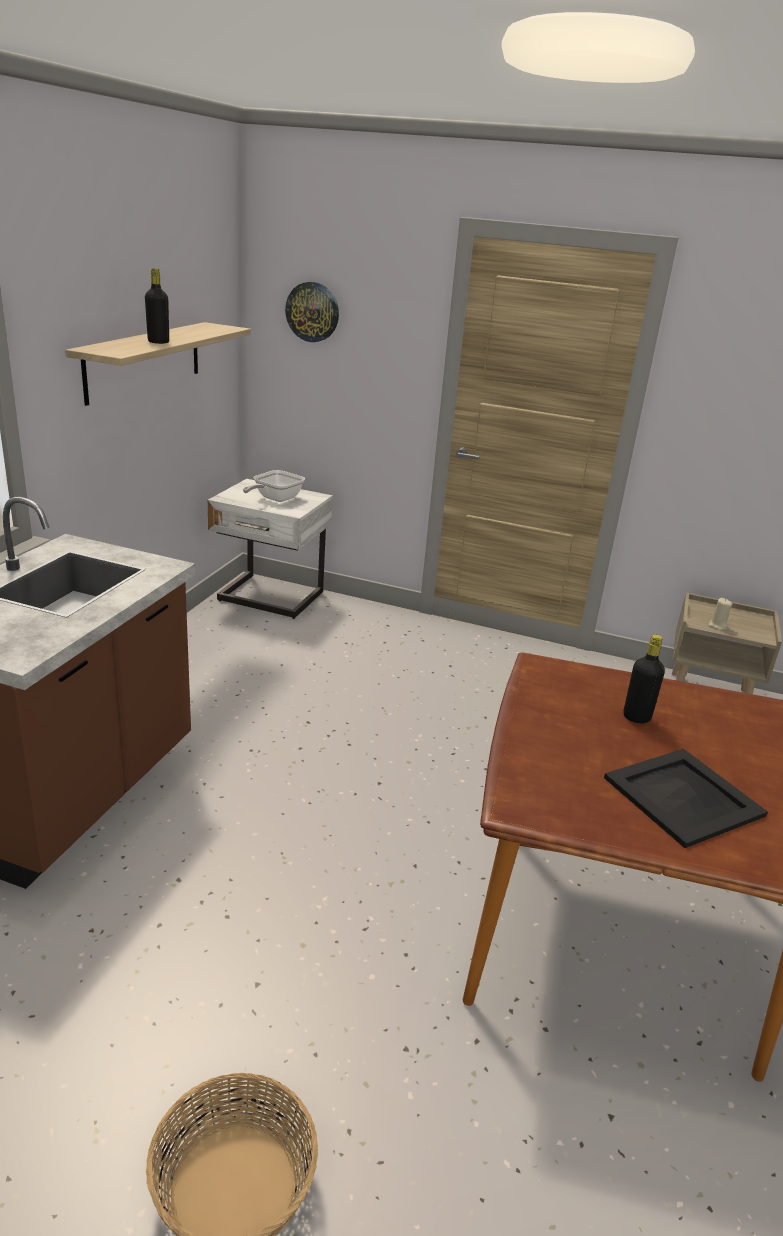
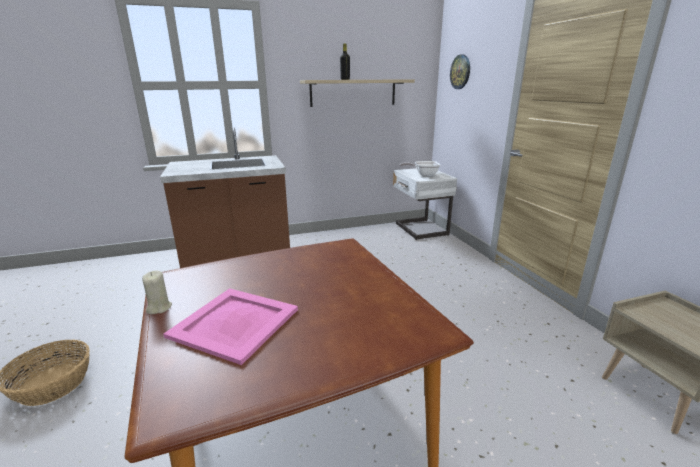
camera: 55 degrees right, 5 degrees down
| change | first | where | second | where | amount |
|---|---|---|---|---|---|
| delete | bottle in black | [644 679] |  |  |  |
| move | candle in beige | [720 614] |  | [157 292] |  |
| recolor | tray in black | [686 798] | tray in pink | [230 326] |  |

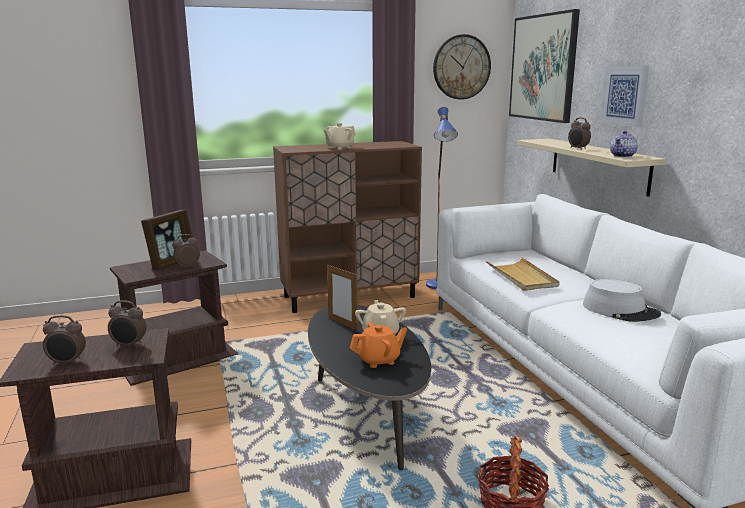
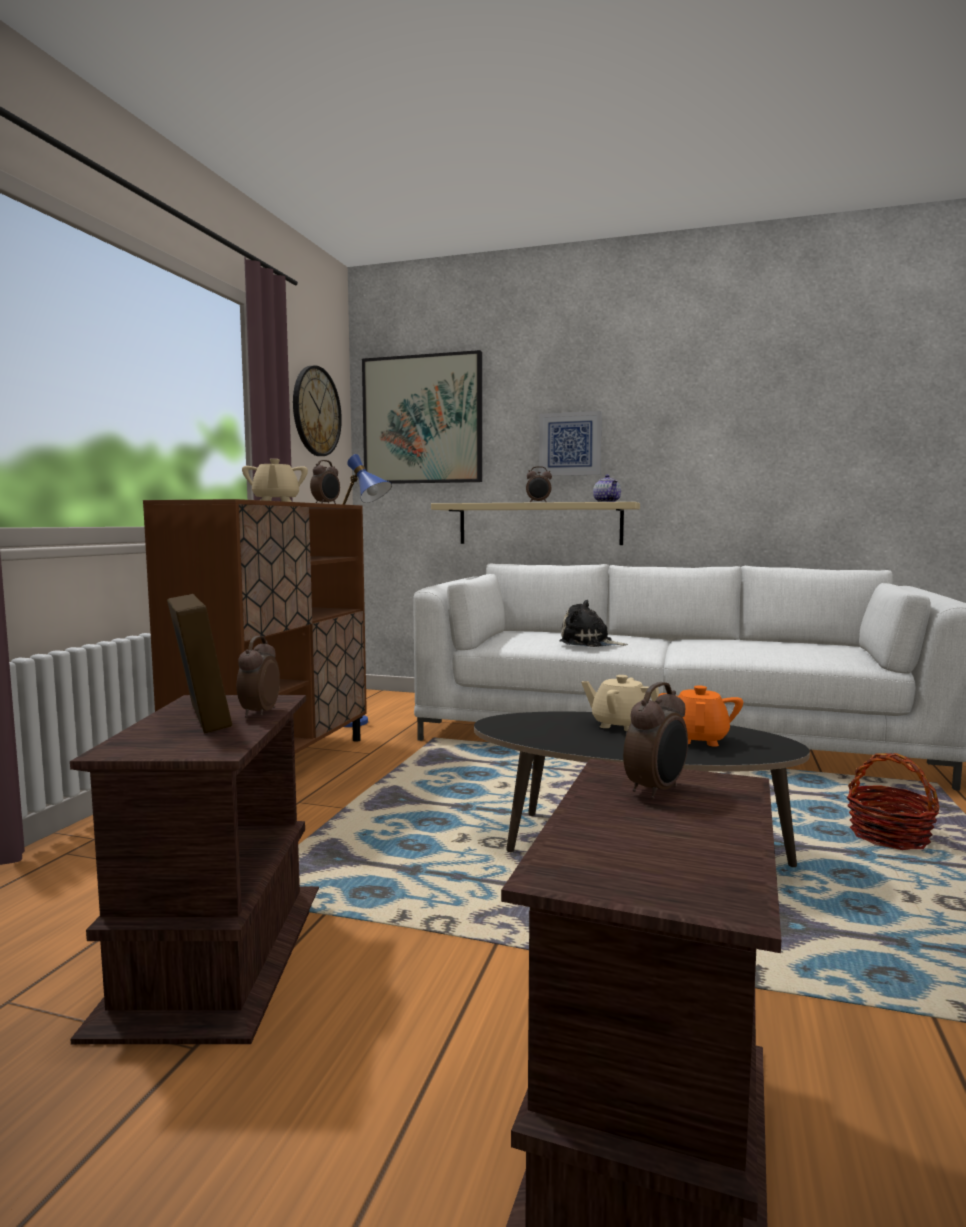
camera: 55 degrees left, 10 degrees down
| change | first | where | second | where | amount |
|---|---|---|---|---|---|
| delete | picture frame | [342 297] |  |  |  |
| delete | hat in grey | [622 300] |  |  |  |
| move | alarm clock | [64 340] |  | [325 482] |  |
| replace | tray in beige | [523 274] | plush toy | [593 623] |  |

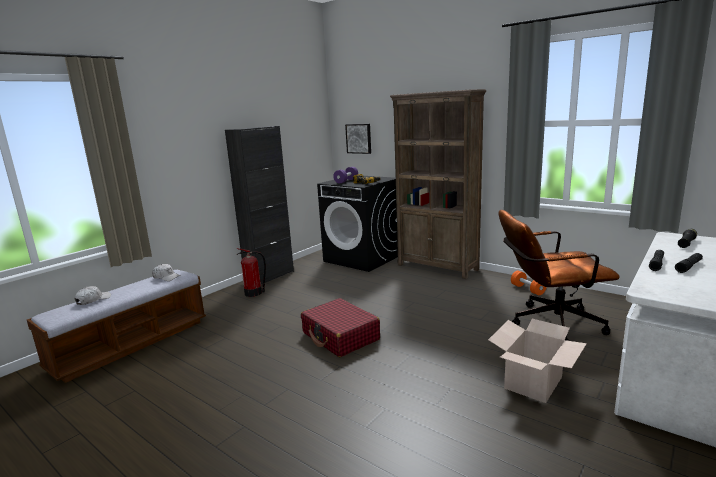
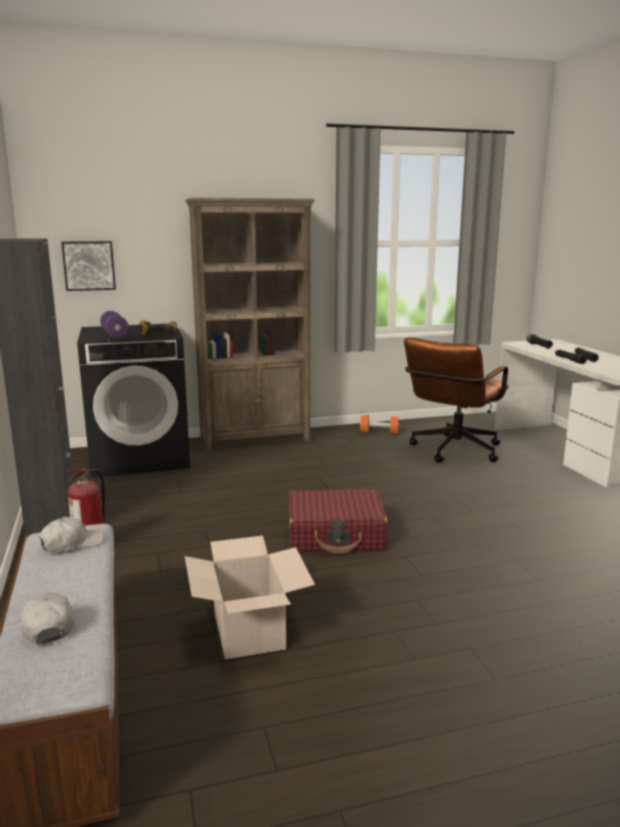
camera: 55 degrees left, 0 degrees up
| change | first | where | second | where | amount |
|---|---|---|---|---|---|
| move | cardboard box | [537 361] |  | [250 597] |  |

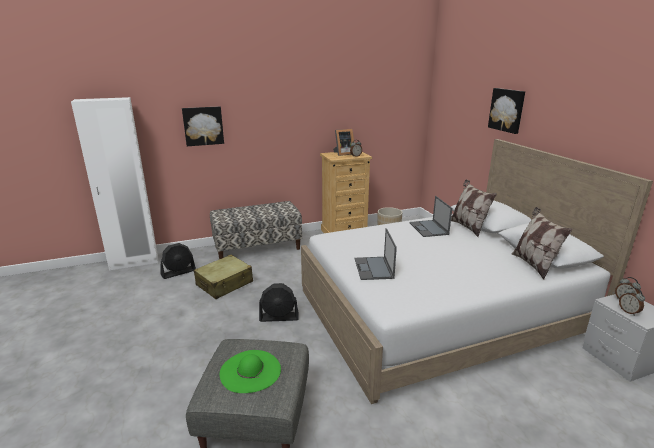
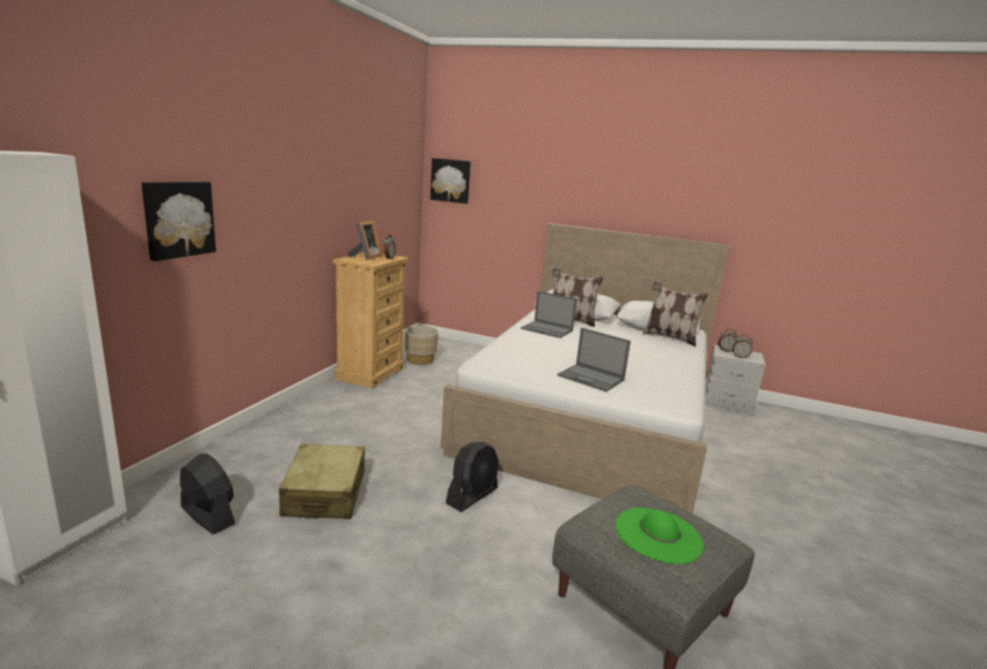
camera: 50 degrees left, 5 degrees down
| change | first | where | second | where | amount |
|---|---|---|---|---|---|
| delete | bench | [256 230] |  |  |  |
| move | picture | [506 111] |  | [450 181] |  |
| rotate | fan in black | [178 261] |  | [208 493] | 60 degrees counterclockwise |

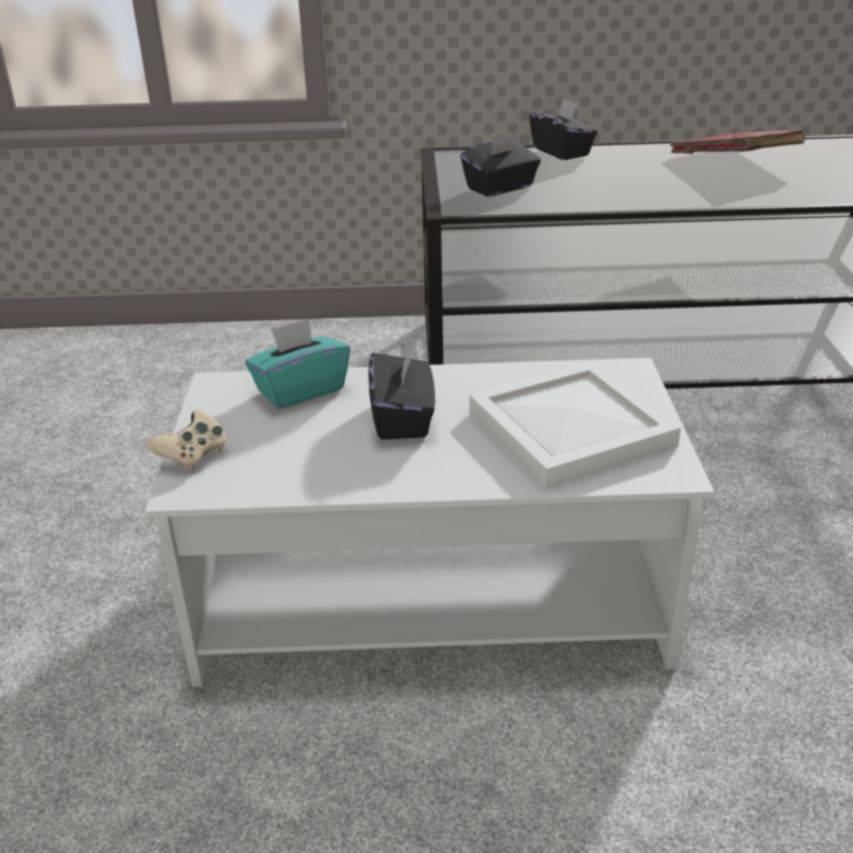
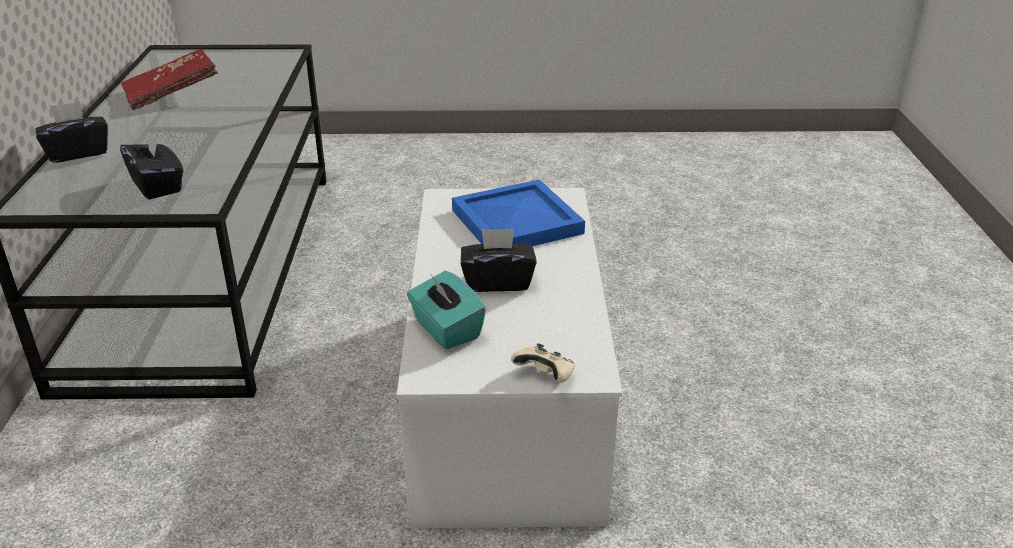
camera: 90 degrees left, 0 degrees up
| change | first | where | second | where | amount |
|---|---|---|---|---|---|
| recolor | tray in white | [575 425] | tray in blue | [518 212] |  |

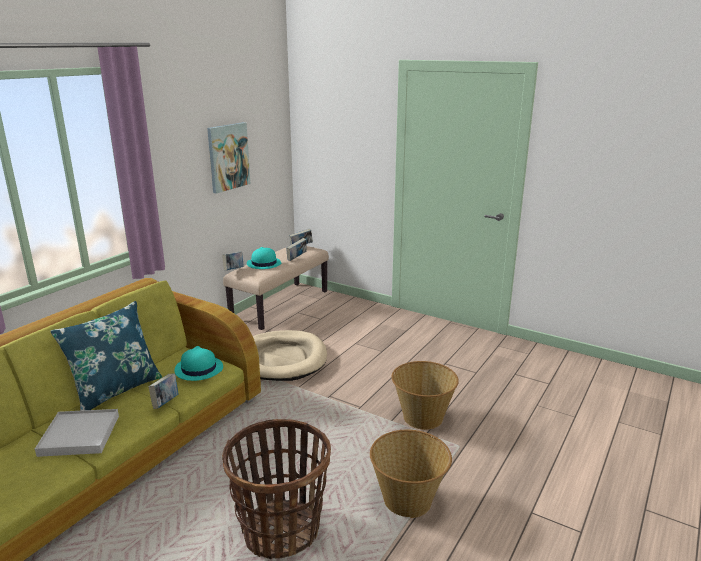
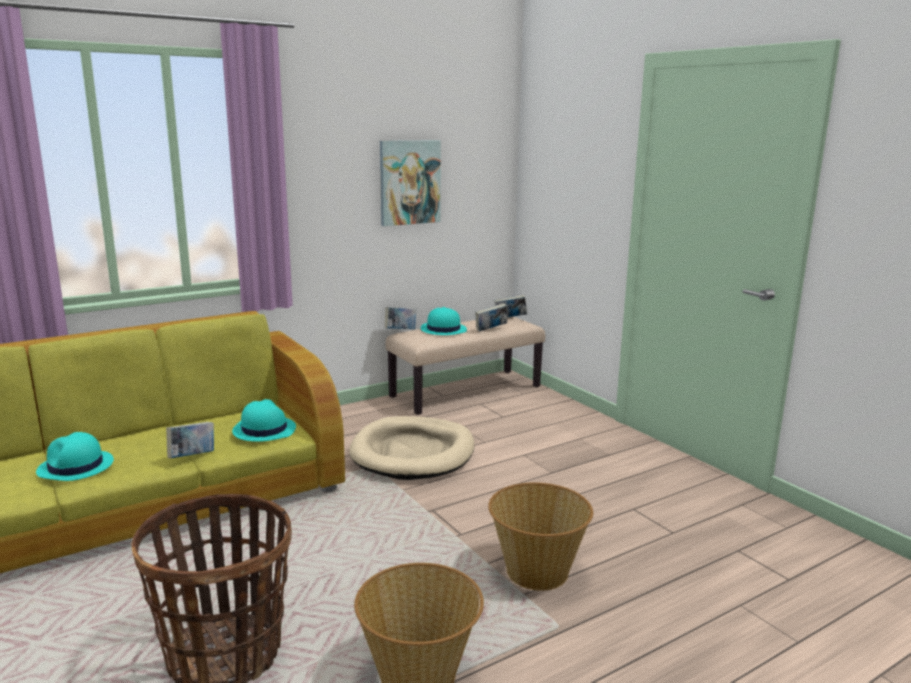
camera: 25 degrees right, 5 degrees down
| change | first | where | second | where | amount |
|---|---|---|---|---|---|
| delete | pillow in blue | [106 356] |  |  |  |
| replace | tray in white | [77 433] | hat in turquoise | [75 456] |  |

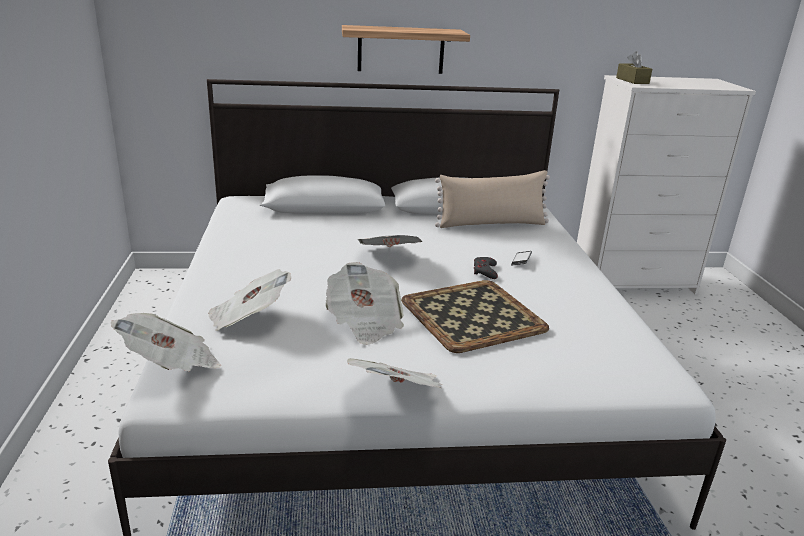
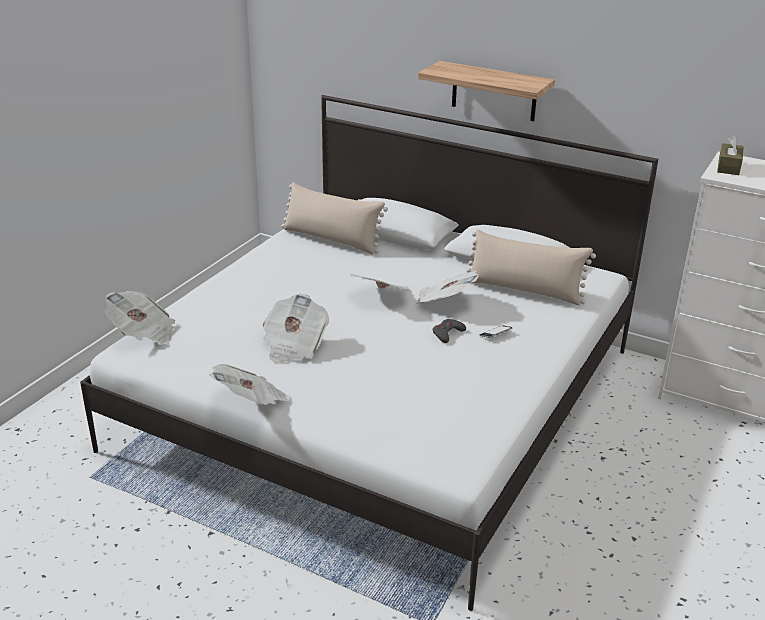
camera: 35 degrees right, 5 degrees up
| change | first | where | second | where | amount |
|---|---|---|---|---|---|
| delete | tray | [475 316] |  |  |  |
| insert |  |  | pillow in beige | [334 218] |  |
| move | newspaper | [249 300] |  | [447 287] |  |

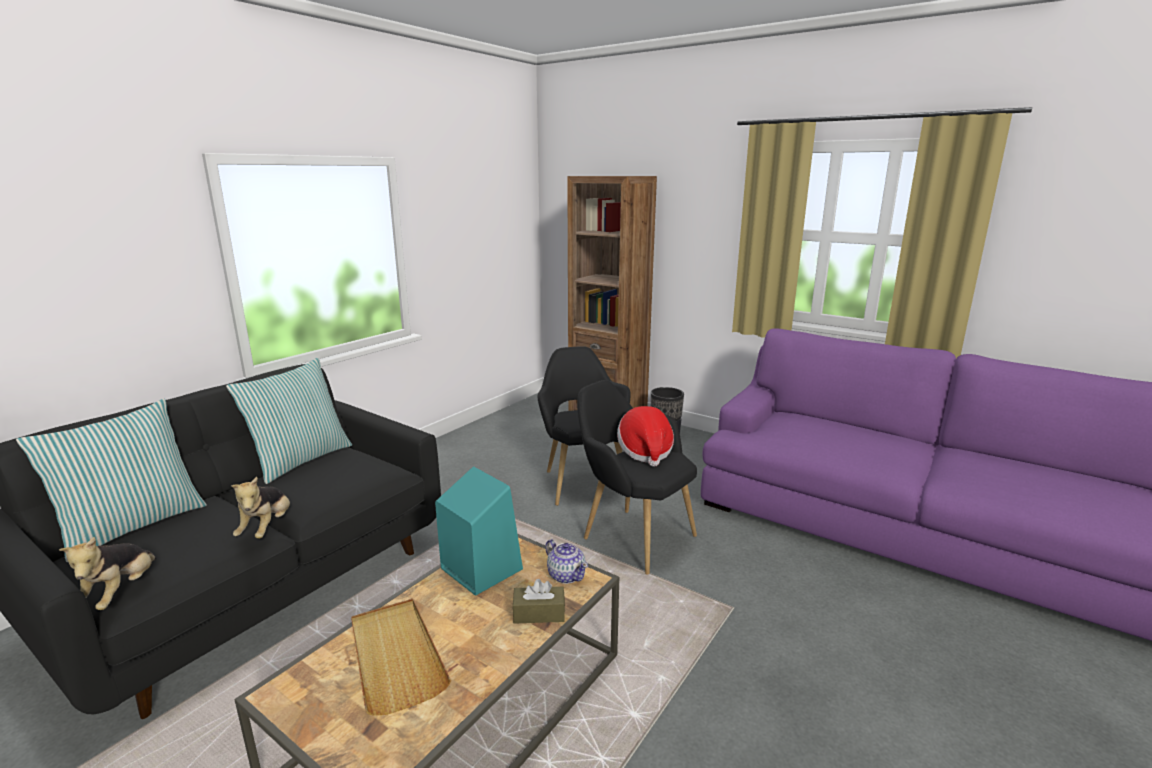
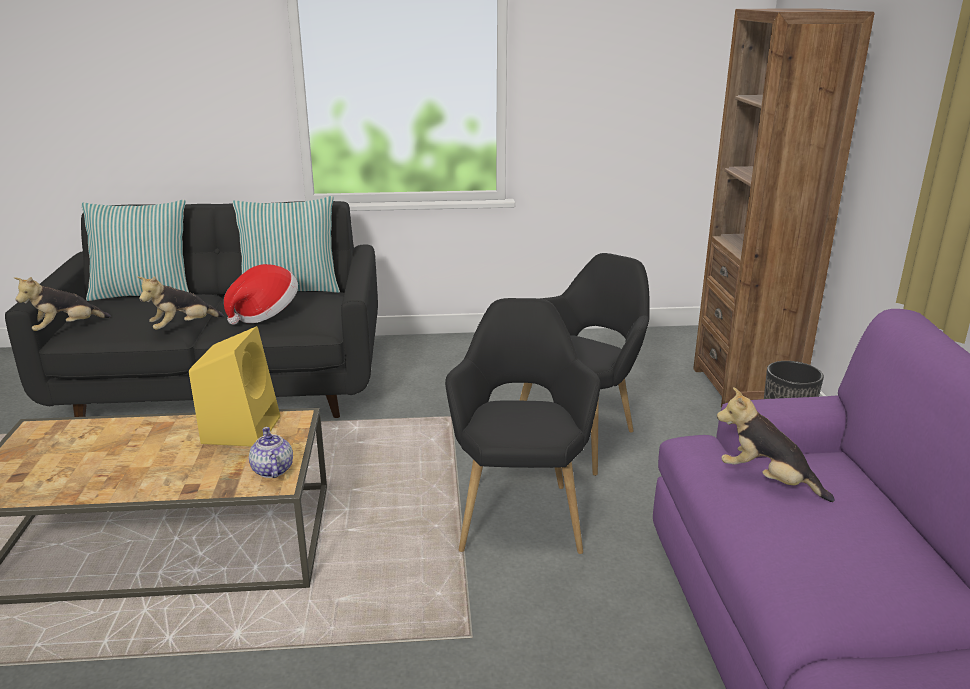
camera: 50 degrees right, 5 degrees up
| change | first | where | second | where | amount |
|---|---|---|---|---|---|
| delete | tray in beige | [401 657] |  |  |  |
| delete | tissue box in brown | [538 601] |  |  |  |
| insert |  |  | plush toy | [776 444] |  |
| move | hat | [645 436] |  | [261 294] |  |
| recolor | speaker in turquoise | [479 531] | speaker in yellow | [234 386] |  |
| rotate | teapot | [566 561] |  | [271 452] | 150 degrees clockwise |

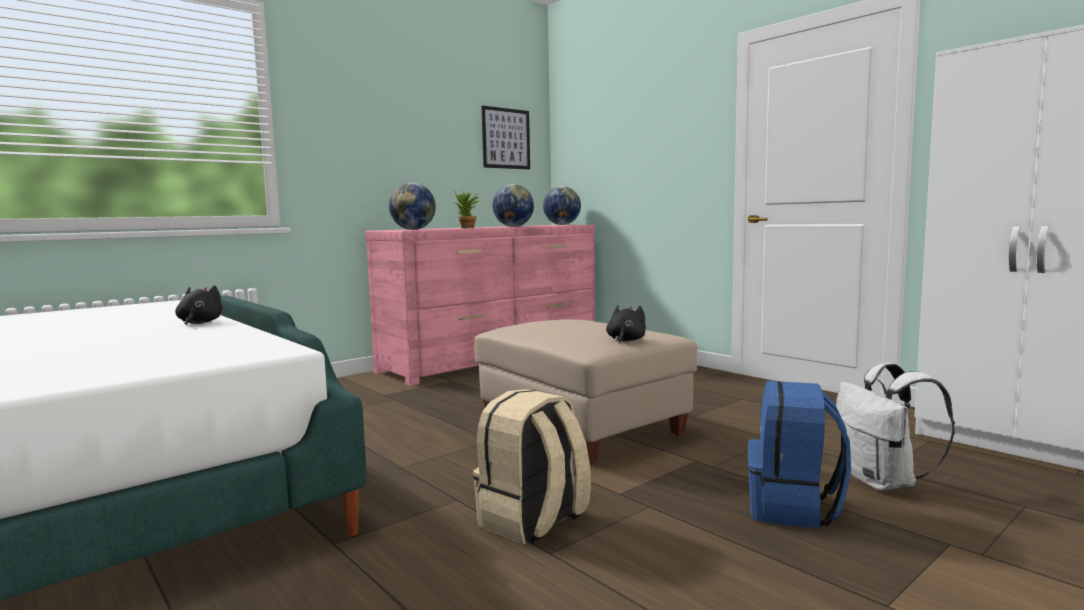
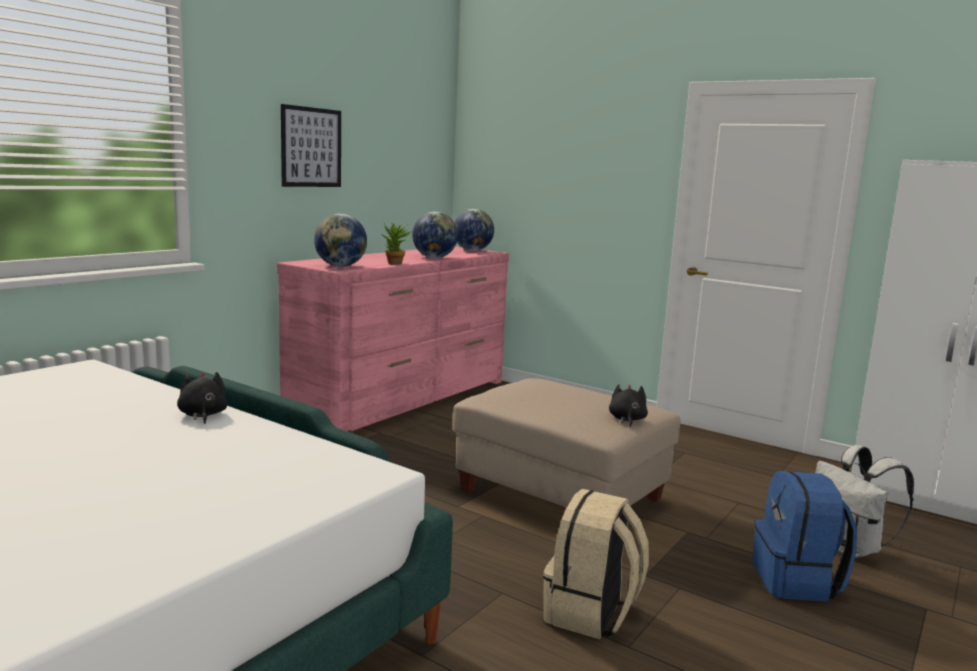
camera: 15 degrees left, 5 degrees up
| change | first | where | second | where | amount |
|---|---|---|---|---|---|
| move | picture | [506 137] |  | [311 145] |  |

